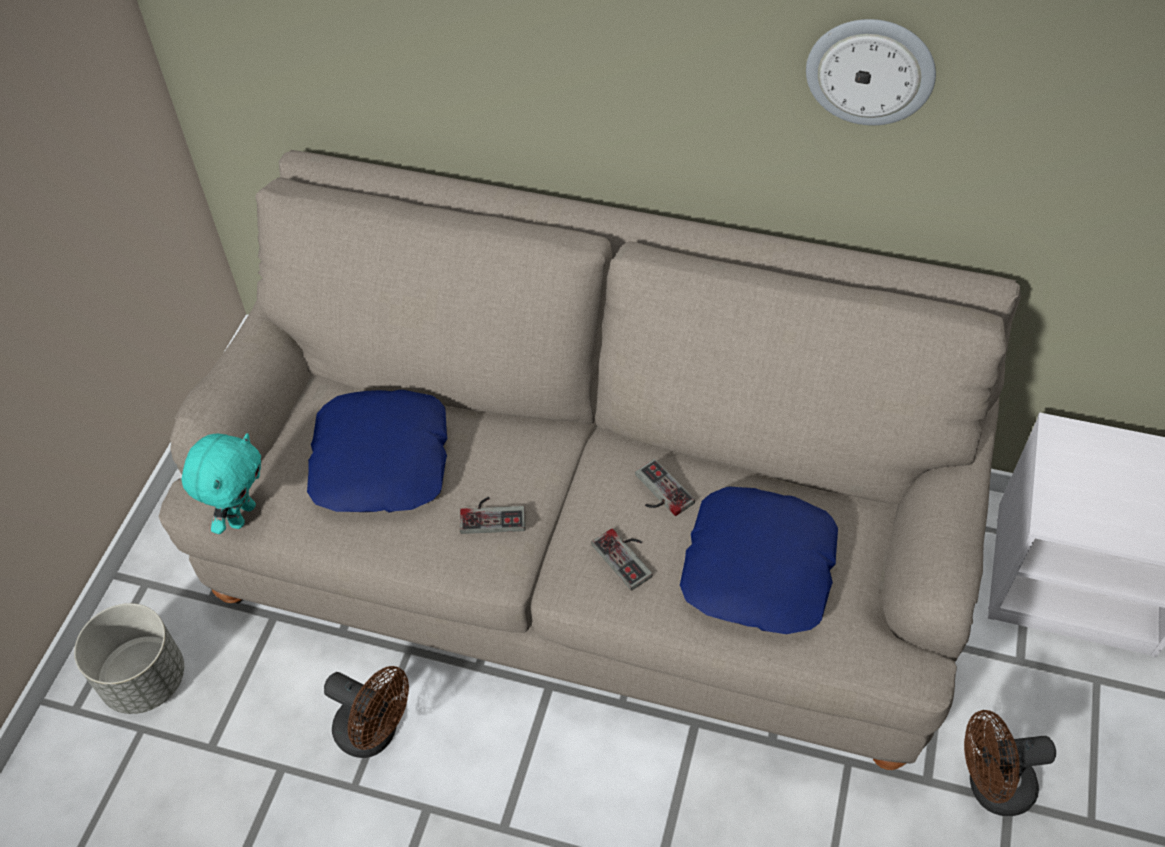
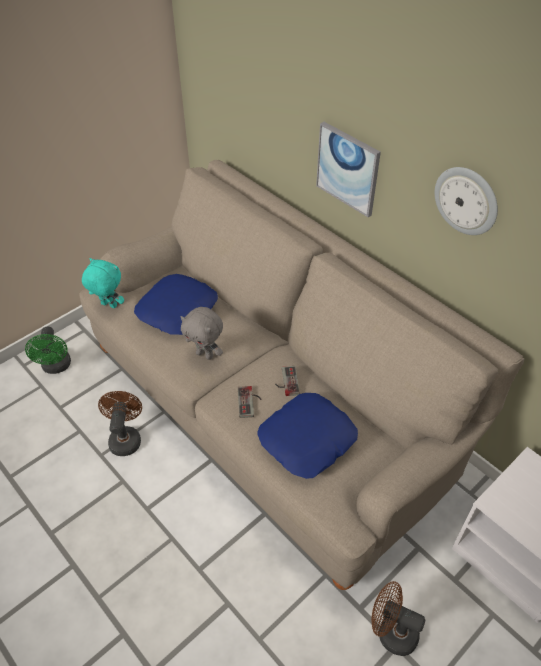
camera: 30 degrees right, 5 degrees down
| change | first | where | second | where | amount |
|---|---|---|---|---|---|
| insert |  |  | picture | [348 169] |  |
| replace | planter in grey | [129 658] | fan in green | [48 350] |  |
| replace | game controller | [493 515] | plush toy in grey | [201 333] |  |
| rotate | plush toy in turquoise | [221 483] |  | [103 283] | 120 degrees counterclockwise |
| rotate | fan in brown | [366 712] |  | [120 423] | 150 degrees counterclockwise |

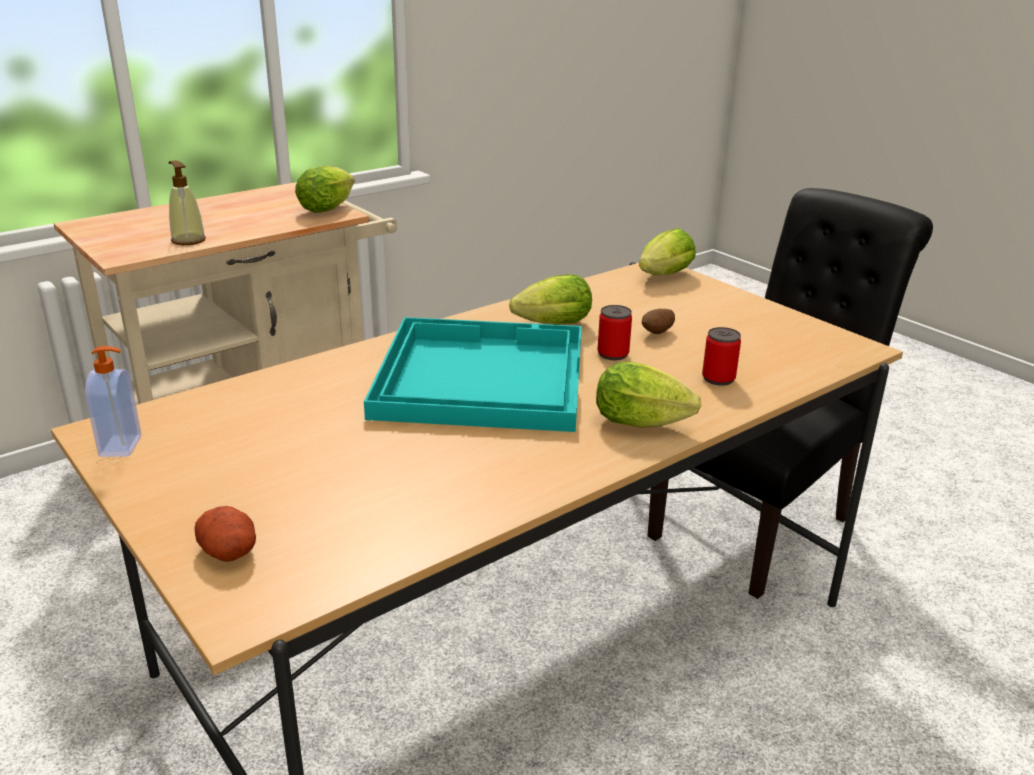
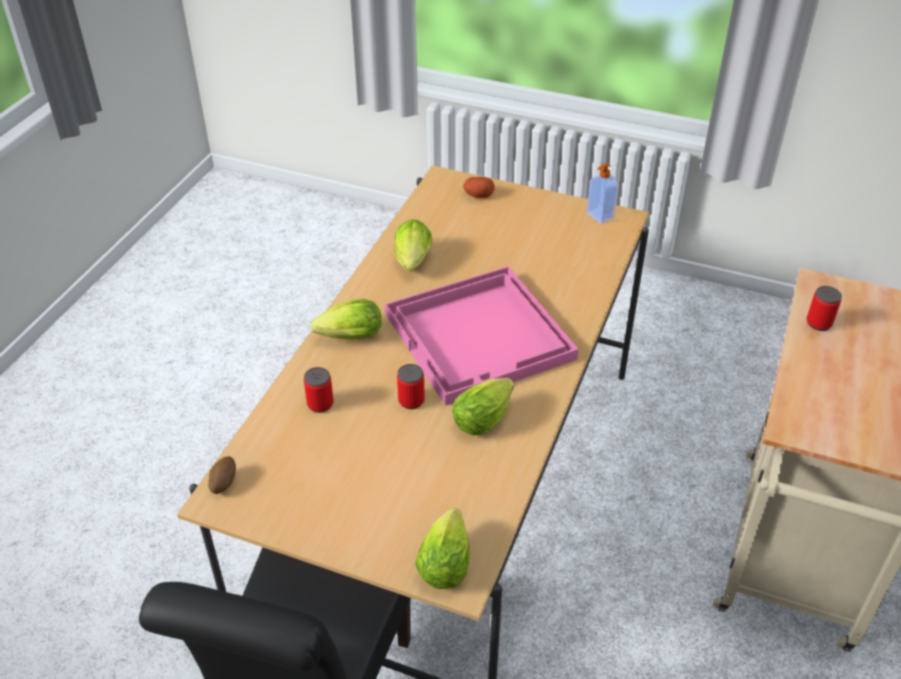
camera: 150 degrees right, 15 degrees up
| change | first | where | second | where | amount |
|---|---|---|---|---|---|
| move | lettuce | [325 189] |  | [413 245] |  |
| move | potato | [658 321] |  | [222 475] |  |
| replace | soap dispenser | [187 202] | can | [824 308] |  |
| recolor | tray in turquoise | [473 374] | tray in pink | [482 336] |  |

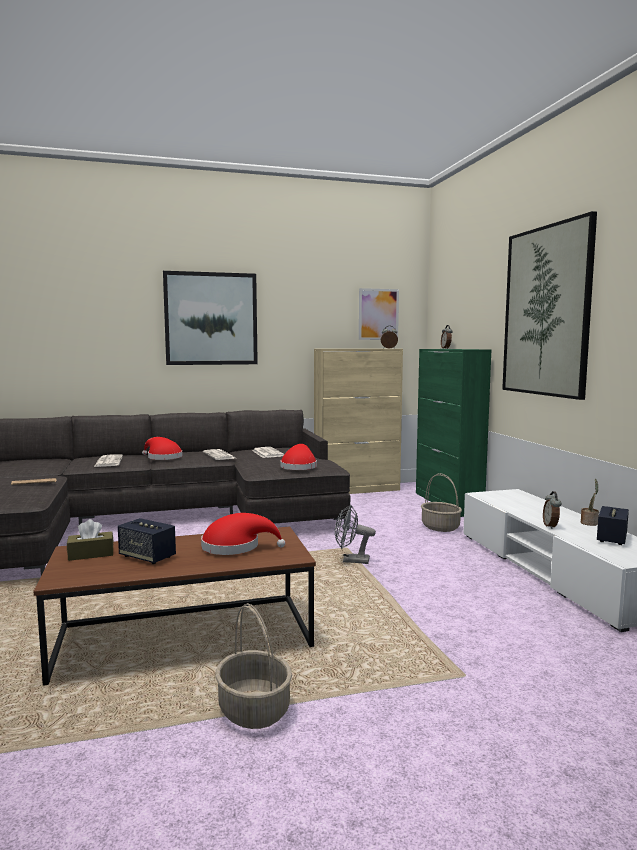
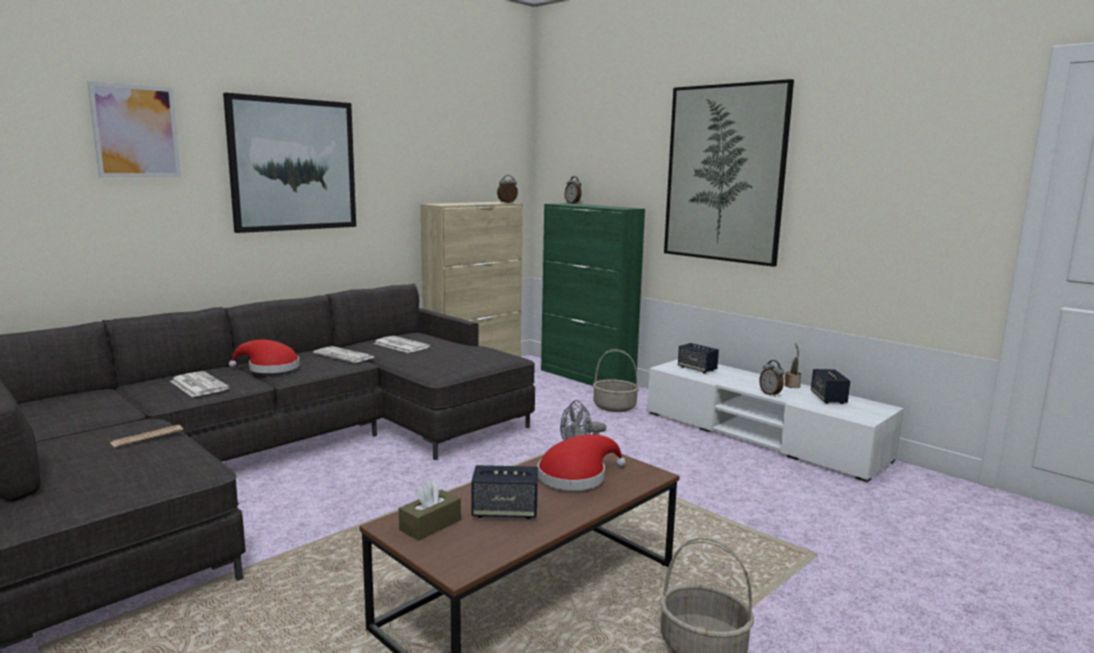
camera: 30 degrees left, 5 degrees up
| change | first | where | second | where | amount |
|---|---|---|---|---|---|
| delete | hat in red | [298 457] |  |  |  |
| insert |  |  | speaker | [698 358] |  |
| move | picture | [379 314] |  | [134 129] |  |

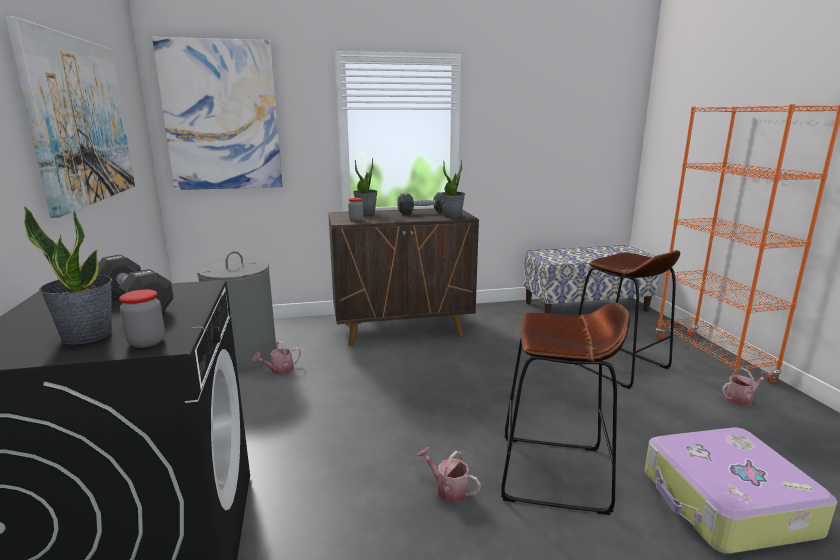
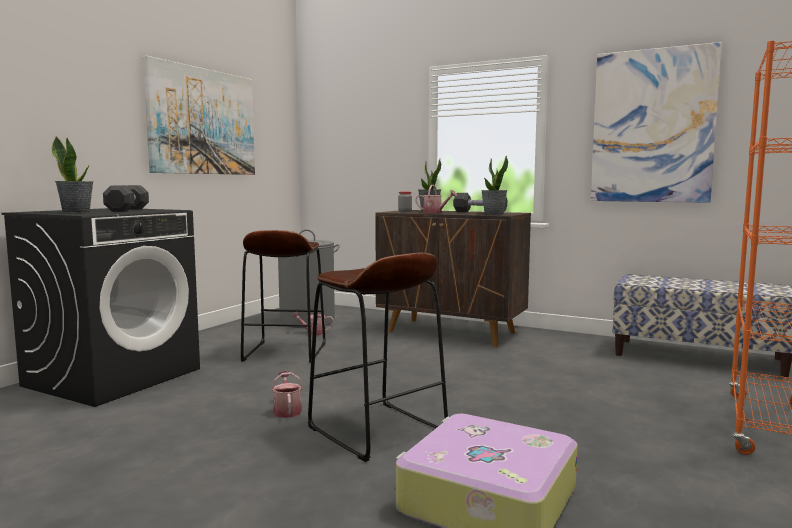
camera: 40 degrees right, 10 degrees down
| change | first | where | second | where | amount |
|---|---|---|---|---|---|
| delete | jar | [142 318] |  |  |  |
| move | picture | [217 113] |  | [656 122] |  |
| move | stool in brown | [627 319] |  | [283 296] |  |
| move | watering can | [746 386] |  | [436 199] |  |

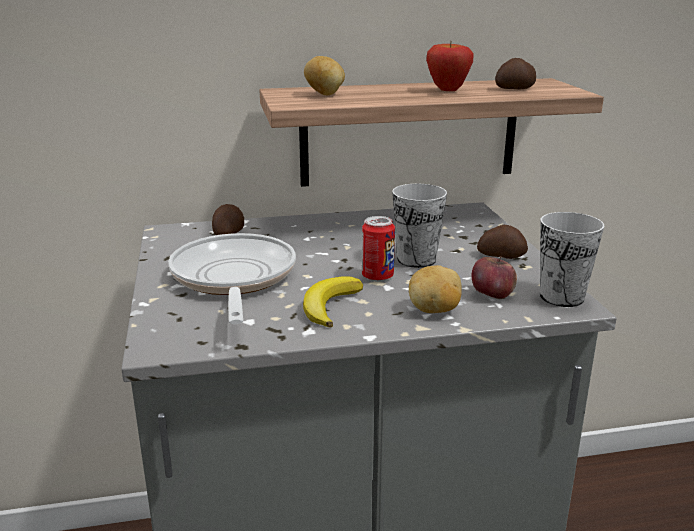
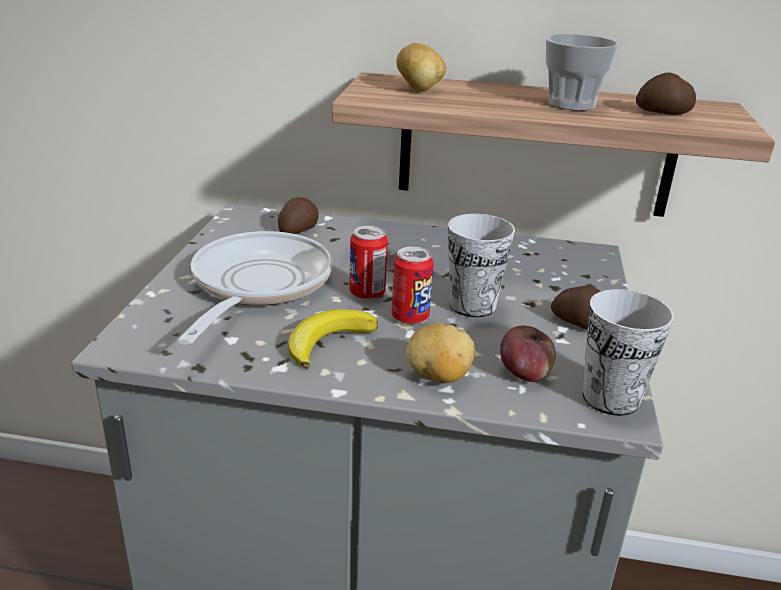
camera: 20 degrees right, 5 degrees up
| change | first | where | second | where | amount |
|---|---|---|---|---|---|
| insert |  |  | can | [368 263] |  |
| replace | apple | [449 65] | cup | [582 72] |  |

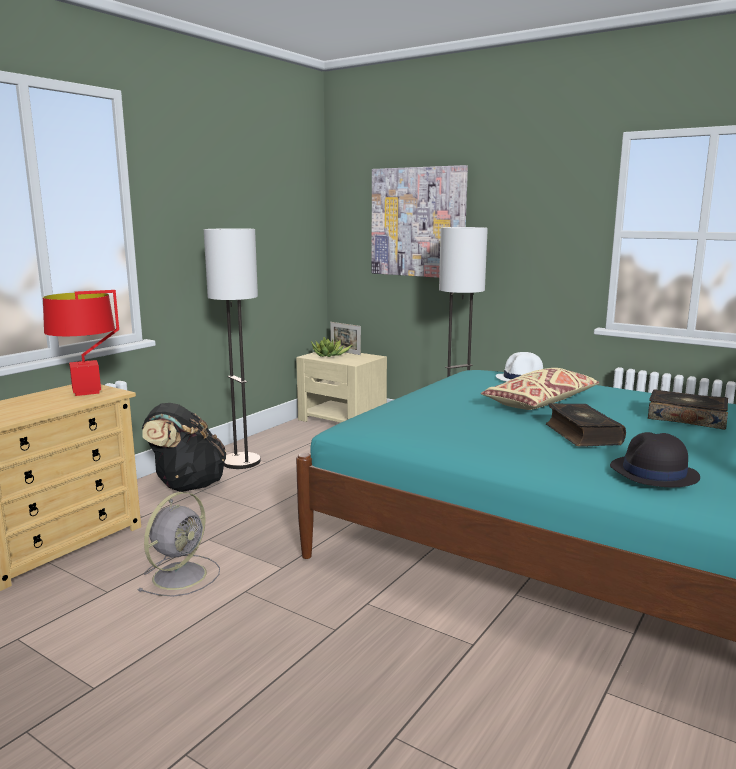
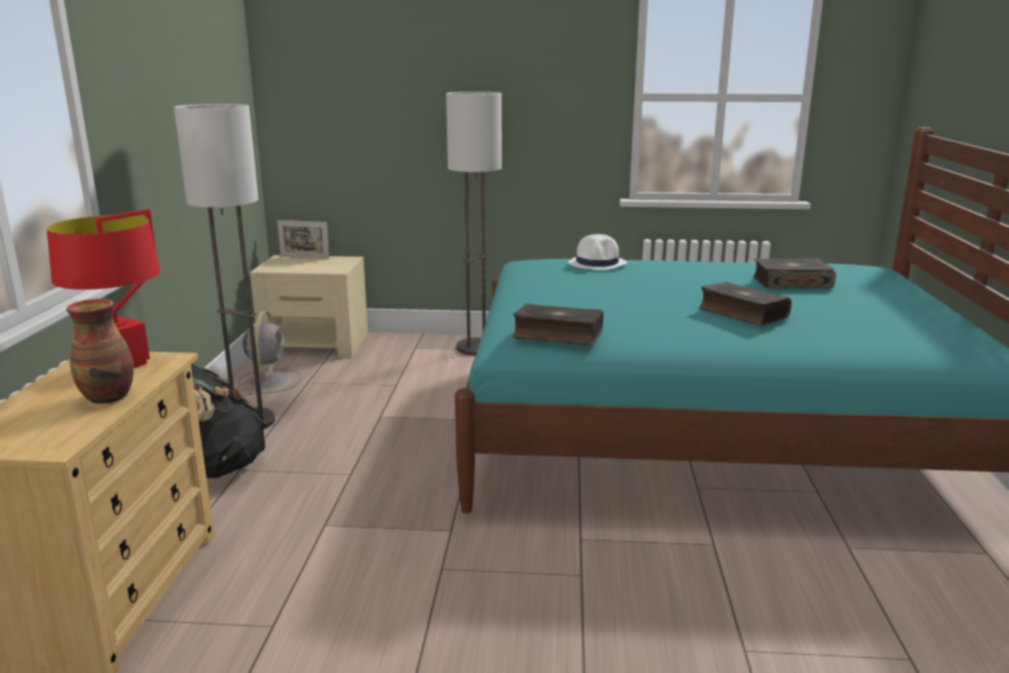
camera: 30 degrees left, 5 degrees up
| change | first | where | second | where | amount |
|---|---|---|---|---|---|
| delete | potted plant | [332 347] |  |  |  |
| delete | picture | [420 221] |  |  |  |
| delete | pillow in beige | [540 389] |  |  |  |
| delete | hat in black | [655 459] |  |  |  |
| insert |  |  | vase | [100 351] |  |
| insert |  |  | book | [558 324] |  |
| move | fan in grey | [178 544] |  | [269 353] |  |

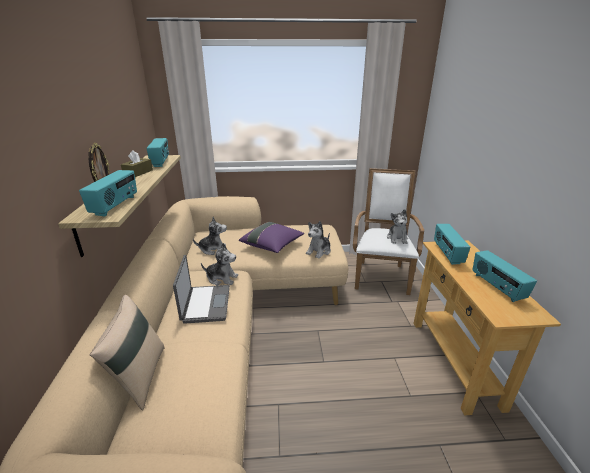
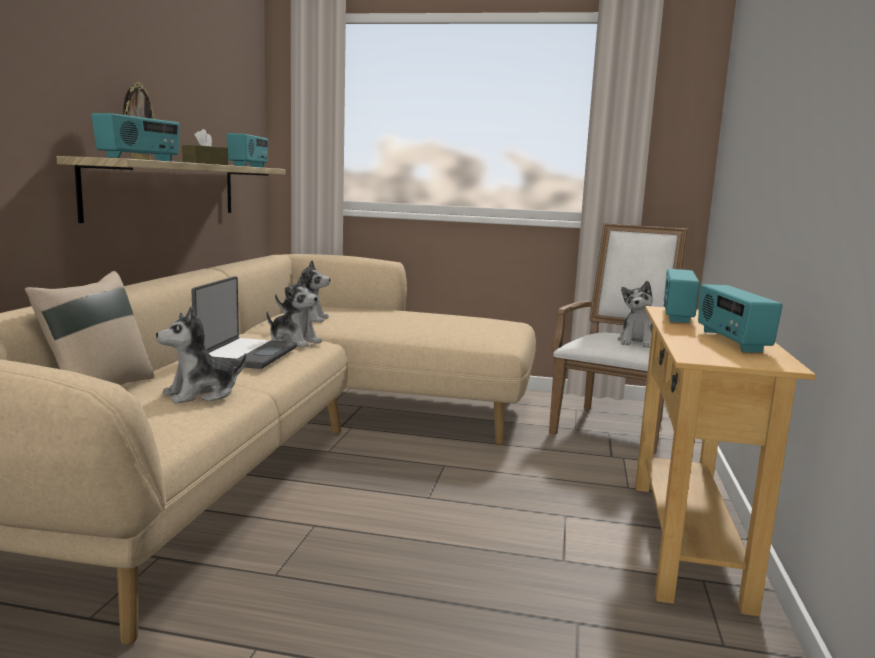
camera: 15 degrees right, 15 degrees down
| change | first | where | second | where | amount |
|---|---|---|---|---|---|
| delete | pillow in purple | [271 237] |  |  |  |
| move | plush toy | [318 240] |  | [201 355] |  |

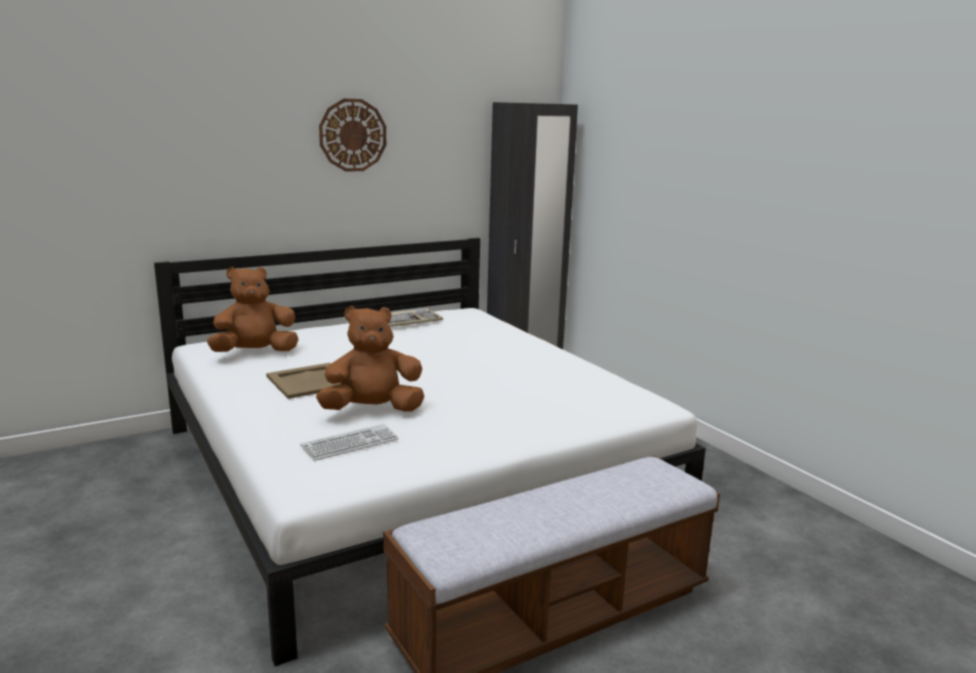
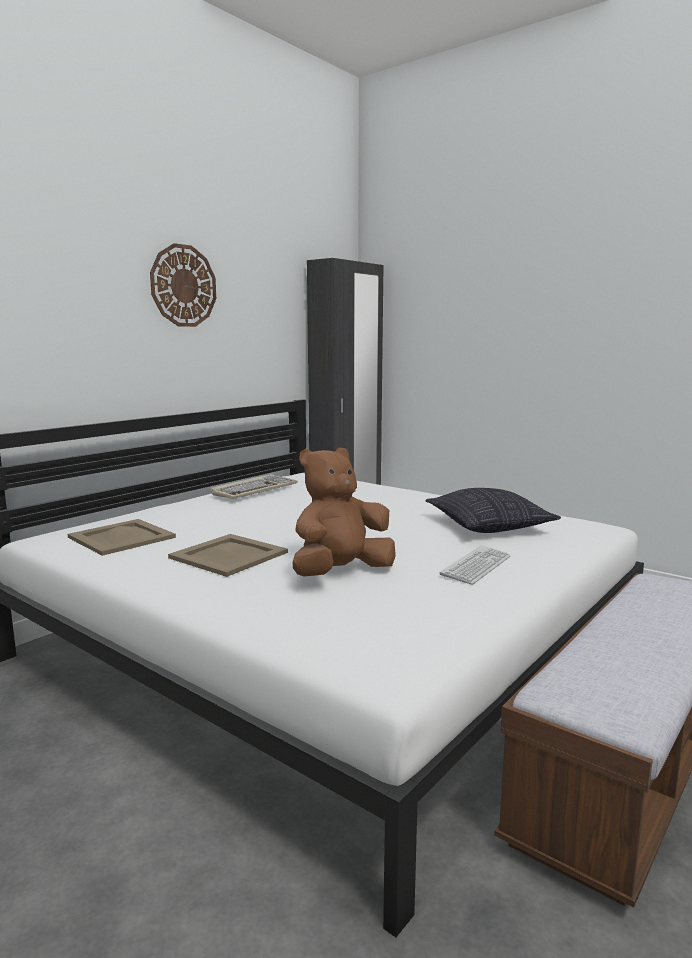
camera: 20 degrees left, 5 degrees down
| change | first | where | second | where | amount |
|---|---|---|---|---|---|
| insert |  |  | pillow | [493 510] |  |
| move | keyboard | [350 442] |  | [475 565] |  |
| replace | plush toy in brown | [253 309] | tray in beige | [122 537] |  |

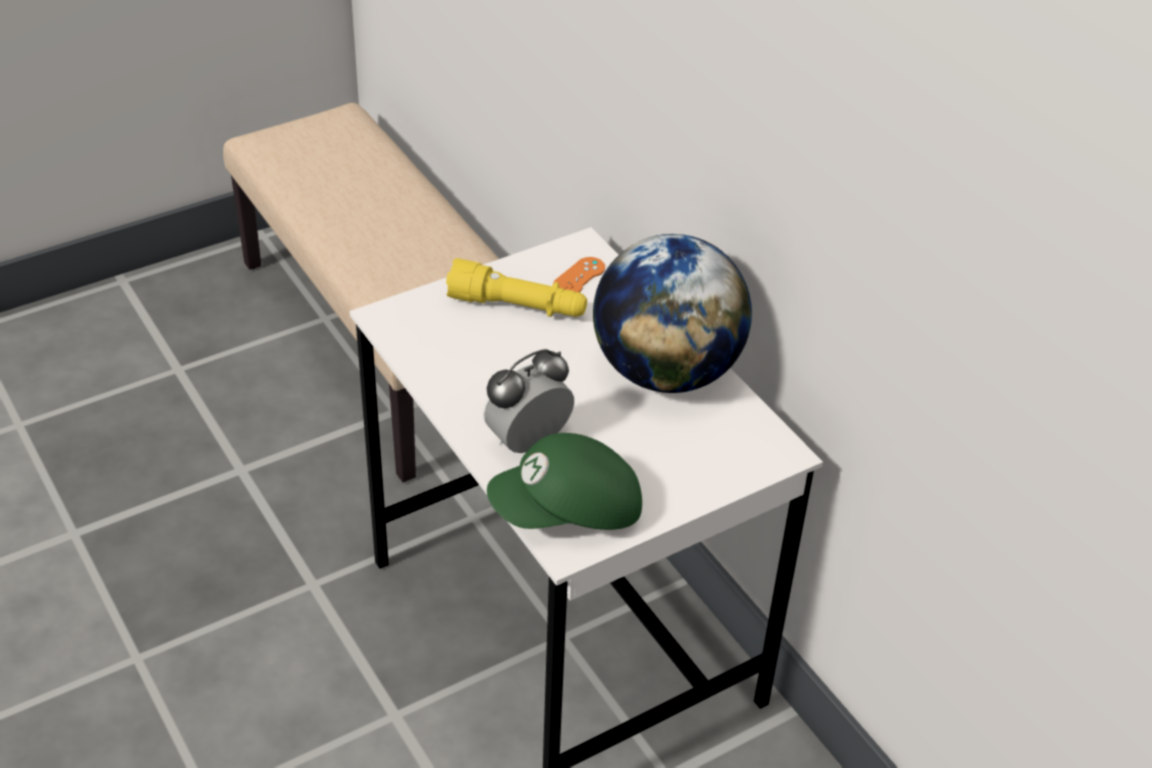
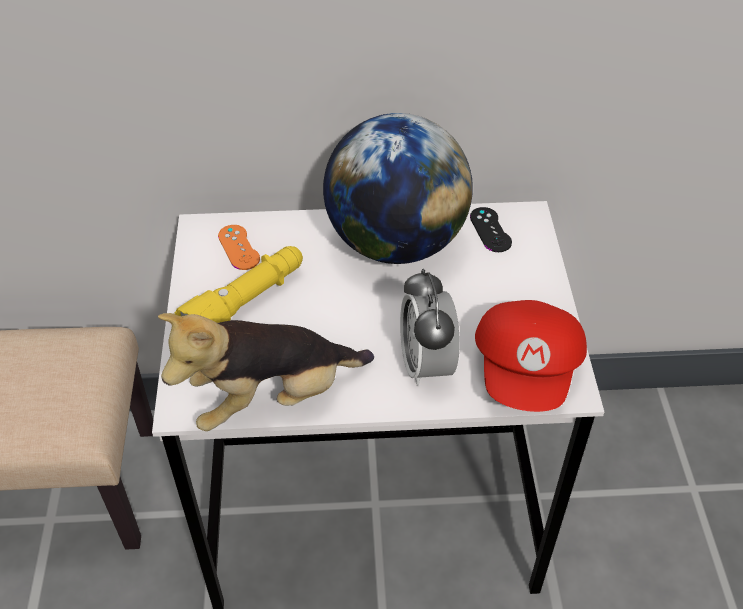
camera: 60 degrees left, 5 degrees up
| change | first | where | second | where | amount |
|---|---|---|---|---|---|
| insert |  |  | plush toy | [266 372] |  |
| insert |  |  | game controller in black | [491 229] |  |
| recolor | cap in green | [564 481] | cap in red | [531 356] |  |

